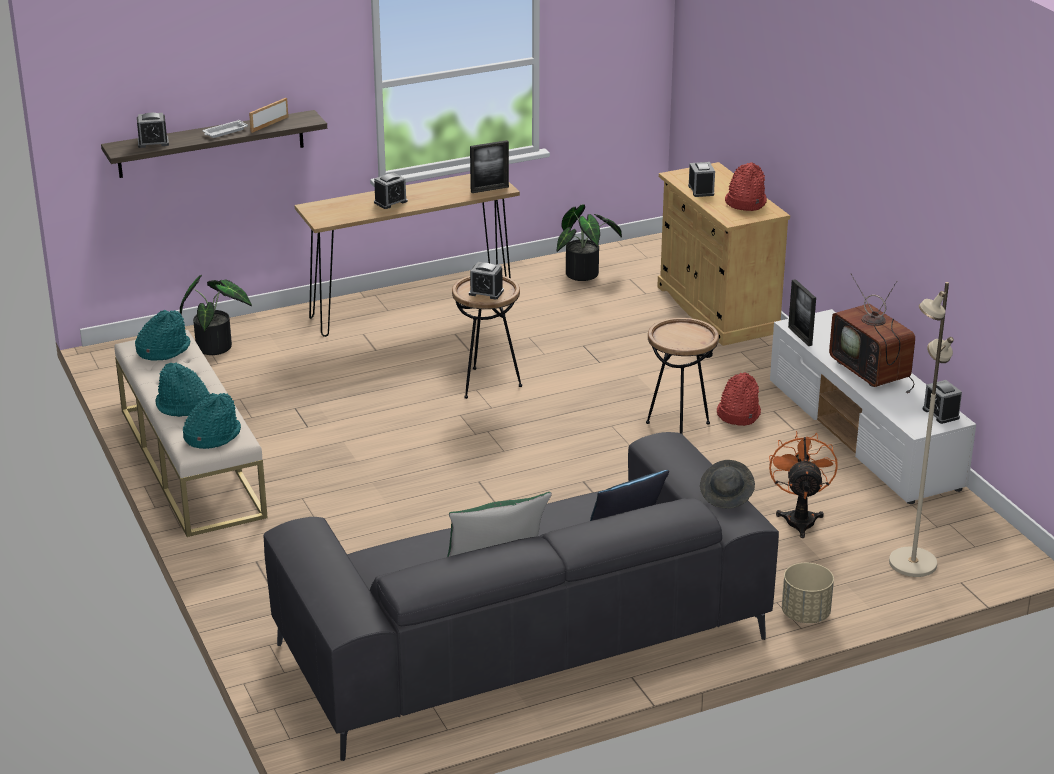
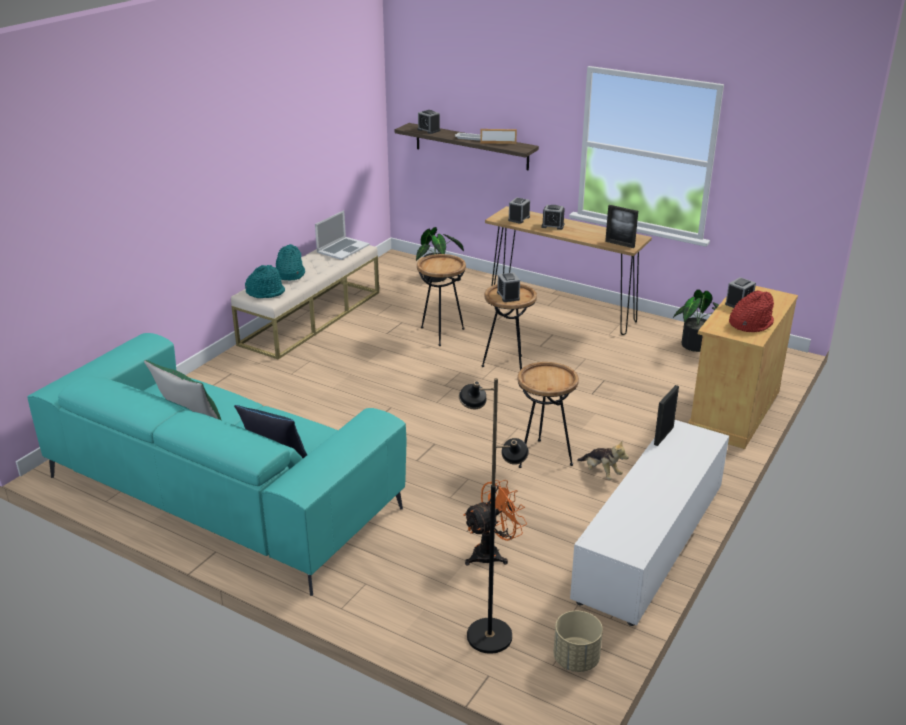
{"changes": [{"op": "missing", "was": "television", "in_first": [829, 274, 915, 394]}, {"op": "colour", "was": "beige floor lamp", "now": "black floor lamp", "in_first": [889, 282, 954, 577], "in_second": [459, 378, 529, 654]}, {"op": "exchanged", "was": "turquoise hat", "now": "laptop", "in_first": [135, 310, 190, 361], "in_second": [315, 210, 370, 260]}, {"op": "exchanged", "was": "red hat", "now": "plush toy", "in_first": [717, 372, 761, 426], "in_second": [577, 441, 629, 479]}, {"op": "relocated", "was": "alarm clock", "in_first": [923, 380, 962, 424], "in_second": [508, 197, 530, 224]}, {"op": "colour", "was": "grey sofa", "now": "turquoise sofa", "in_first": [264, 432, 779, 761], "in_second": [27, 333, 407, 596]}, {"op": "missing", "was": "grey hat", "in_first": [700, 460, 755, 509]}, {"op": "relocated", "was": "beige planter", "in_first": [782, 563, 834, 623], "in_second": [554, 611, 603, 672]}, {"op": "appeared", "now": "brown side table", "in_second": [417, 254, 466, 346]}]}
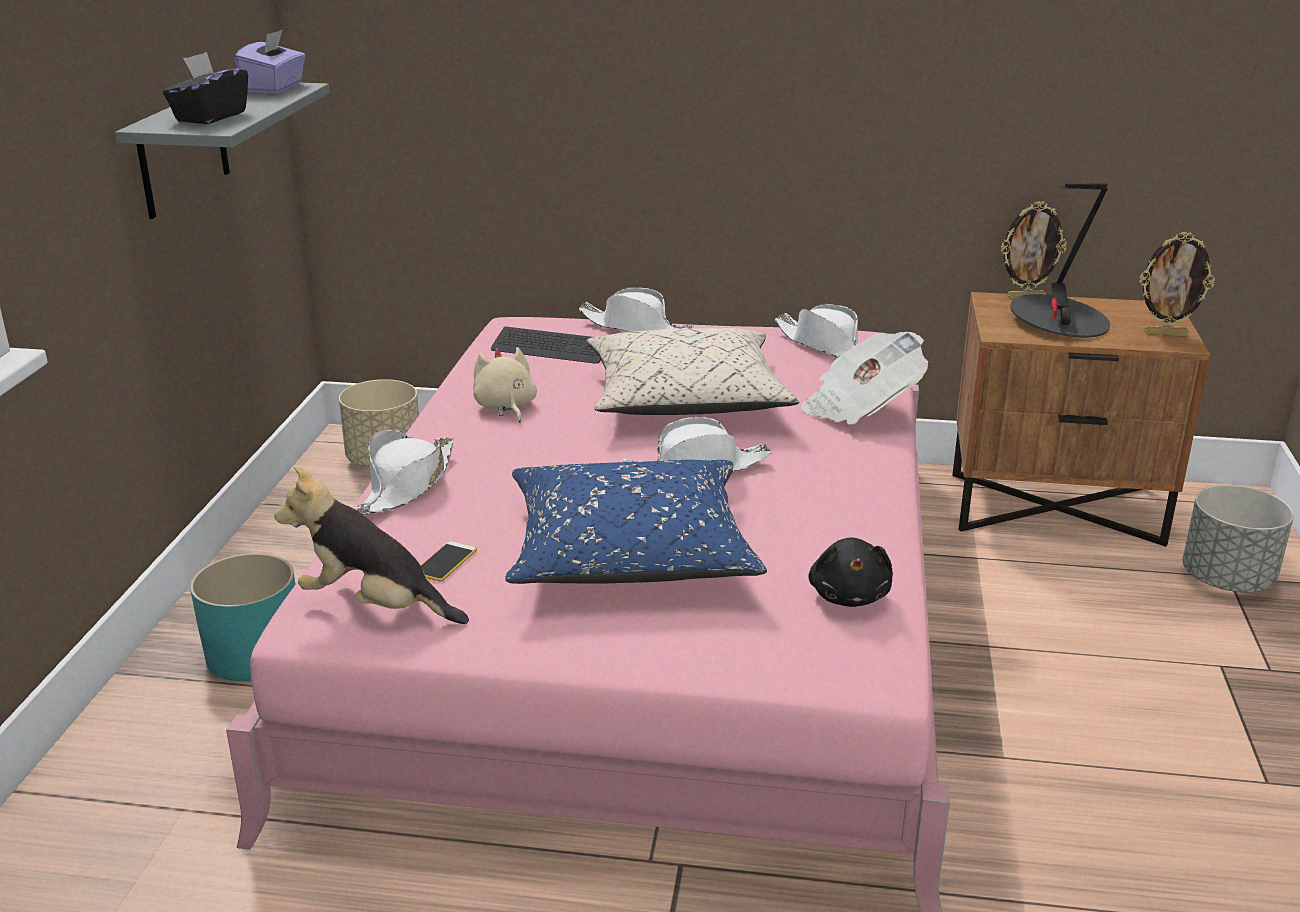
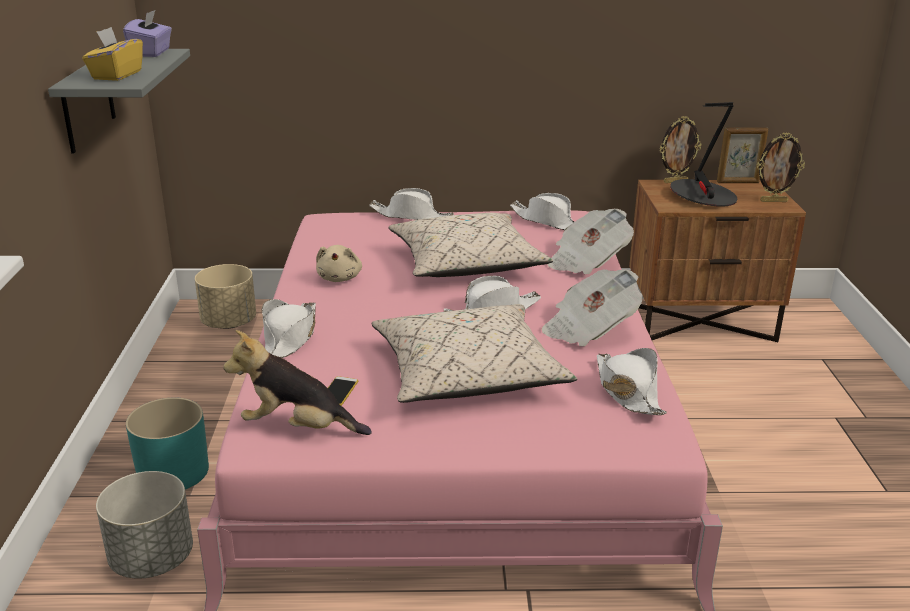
{"changes": [{"op": "colour", "was": "black tissue box", "now": "yellow tissue box", "in_first": [163, 52, 248, 124], "in_second": [82, 27, 143, 81]}, {"op": "missing", "was": "keyboard", "in_first": [491, 326, 601, 364]}, {"op": "spun", "was": "beige plush toy", "in_first": [473, 347, 537, 423], "in_second": [316, 245, 362, 282], "clockwise": -150}, {"op": "colour", "was": "blue pillow", "now": "beige pillow", "in_first": [505, 460, 767, 584], "in_second": [371, 304, 577, 403]}, {"op": "relocated", "was": "grey planter", "in_first": [1183, 485, 1294, 592], "in_second": [96, 471, 193, 579]}, {"op": "exchanged", "was": "black plush toy", "now": "white hat", "in_first": [808, 537, 893, 607], "in_second": [597, 348, 667, 415]}, {"op": "appeared", "now": "picture frame", "in_second": [717, 127, 768, 183]}, {"op": "appeared", "now": "newspaper", "in_second": [542, 269, 643, 346]}]}
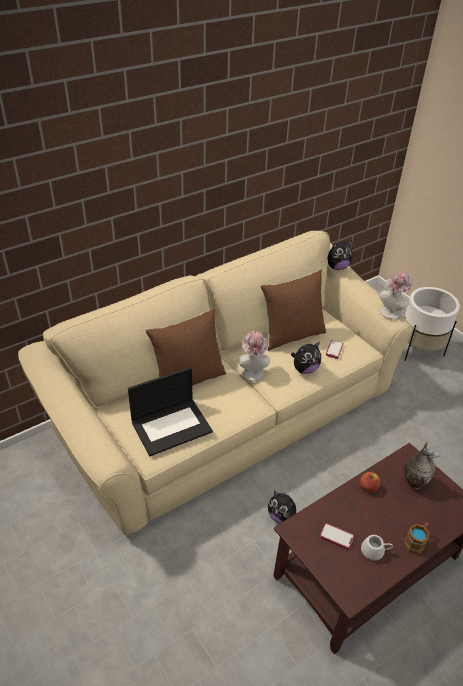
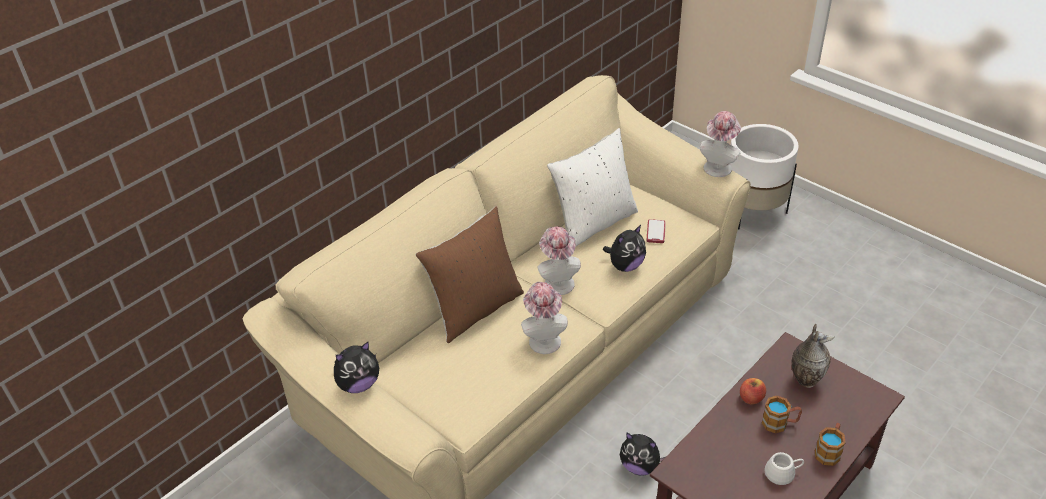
{"changes": [{"op": "relocated", "was": "plush toy", "in_first": [327, 240, 353, 270], "in_second": [334, 342, 379, 393]}, {"op": "colour", "was": "brown pillow", "now": "white pillow", "in_first": [261, 269, 326, 351], "in_second": [547, 128, 638, 247]}, {"op": "missing", "was": "laptop", "in_first": [128, 367, 213, 456]}, {"op": "missing", "was": "phone", "in_first": [320, 523, 354, 550]}, {"op": "appeared", "now": "hat", "in_second": [521, 282, 568, 354]}, {"op": "appeared", "now": "mug", "in_second": [762, 396, 802, 434]}]}
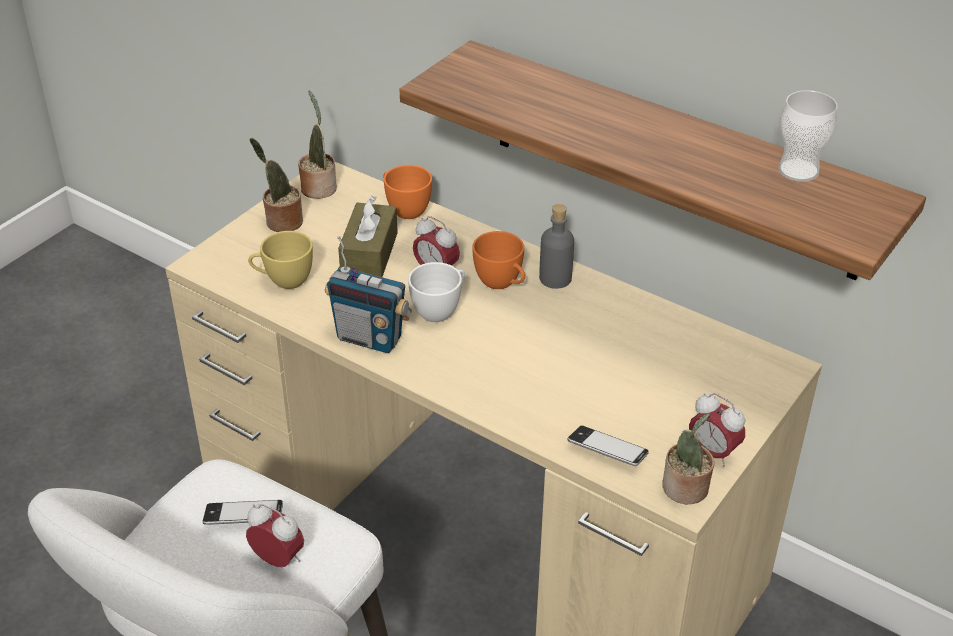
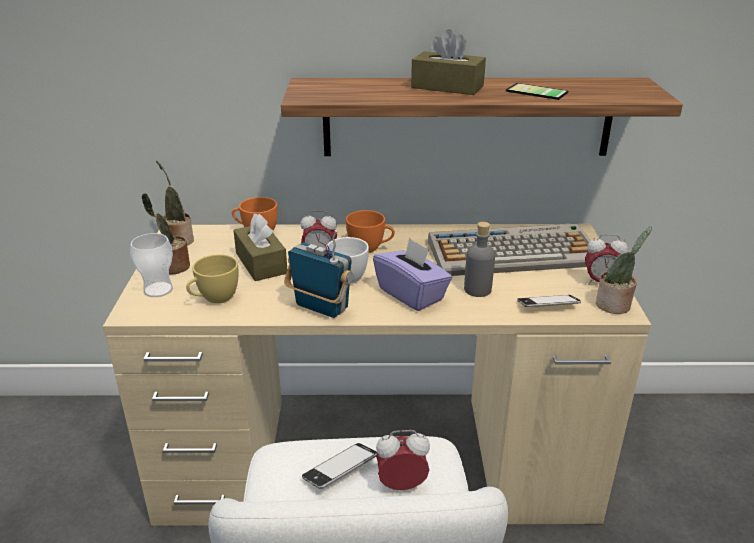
{"changes": [{"op": "relocated", "was": "cup", "in_first": [778, 90, 838, 182], "in_second": [130, 233, 173, 297]}, {"op": "relocated", "was": "grey bottle", "in_first": [539, 204, 574, 289], "in_second": [464, 222, 495, 297]}, {"op": "spun", "was": "radio", "in_first": [325, 236, 412, 353], "in_second": [284, 230, 354, 318], "clockwise": -135}, {"op": "appeared", "now": "brown tissue box", "in_second": [411, 29, 486, 95]}, {"op": "appeared", "now": "phone", "in_second": [506, 83, 568, 100]}, {"op": "appeared", "now": "keyboard", "in_second": [428, 224, 590, 276]}, {"op": "appeared", "now": "purple tissue box", "in_second": [373, 238, 452, 311]}]}
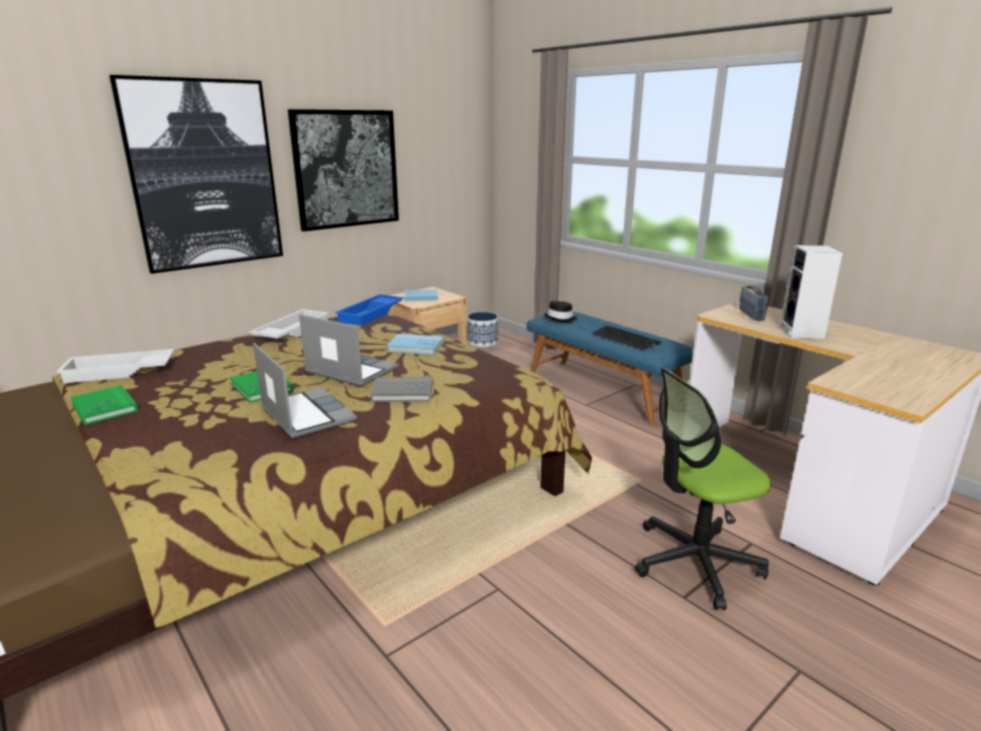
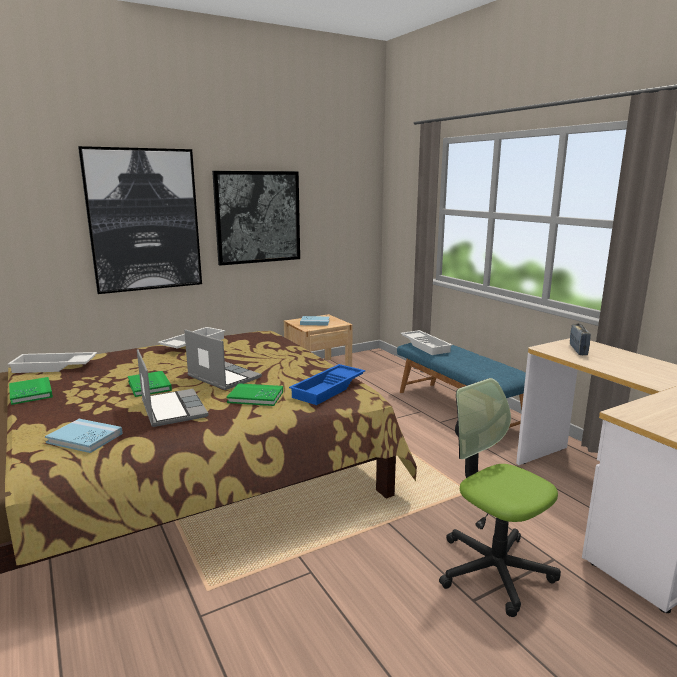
{"changes": [{"op": "missing", "was": "speaker", "in_first": [780, 245, 843, 339]}, {"op": "relocated", "was": "blue tray", "in_first": [335, 294, 404, 326], "in_second": [289, 364, 365, 405]}, {"op": "exchanged", "was": "black hat", "now": "white tray", "in_first": [545, 301, 577, 322], "in_second": [401, 330, 452, 355]}, {"op": "missing", "was": "planter", "in_first": [467, 312, 498, 347]}, {"op": "missing", "was": "keyboard", "in_first": [591, 325, 662, 350]}, {"op": "relocated", "was": "blue book", "in_first": [387, 334, 444, 355], "in_second": [45, 419, 123, 453]}, {"op": "spun", "was": "office chair", "in_first": [634, 367, 771, 610], "in_second": [439, 378, 561, 617], "clockwise": 60}, {"op": "colour", "was": "grey book", "now": "green book", "in_first": [370, 377, 433, 402], "in_second": [227, 383, 283, 406]}]}
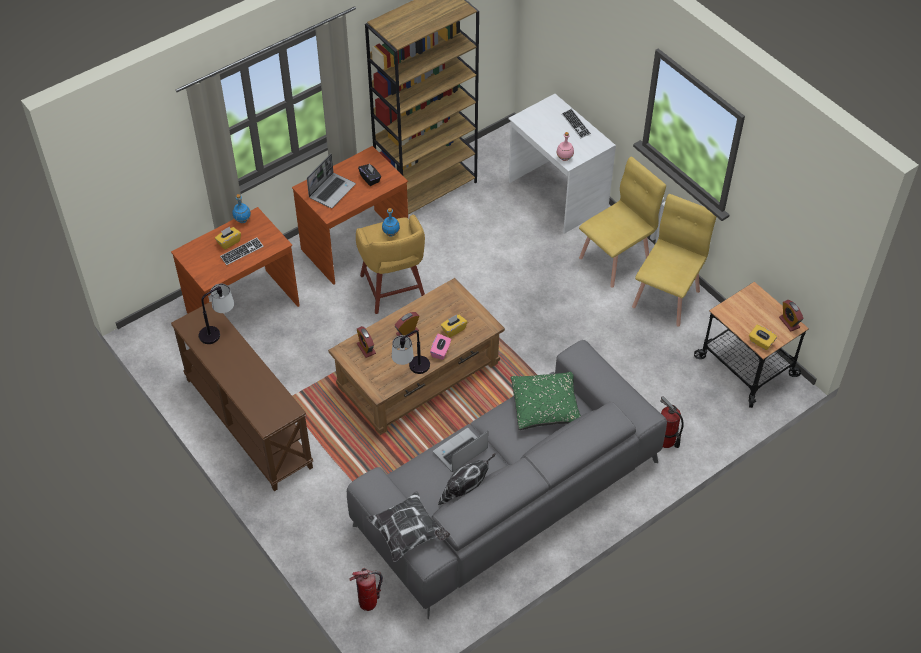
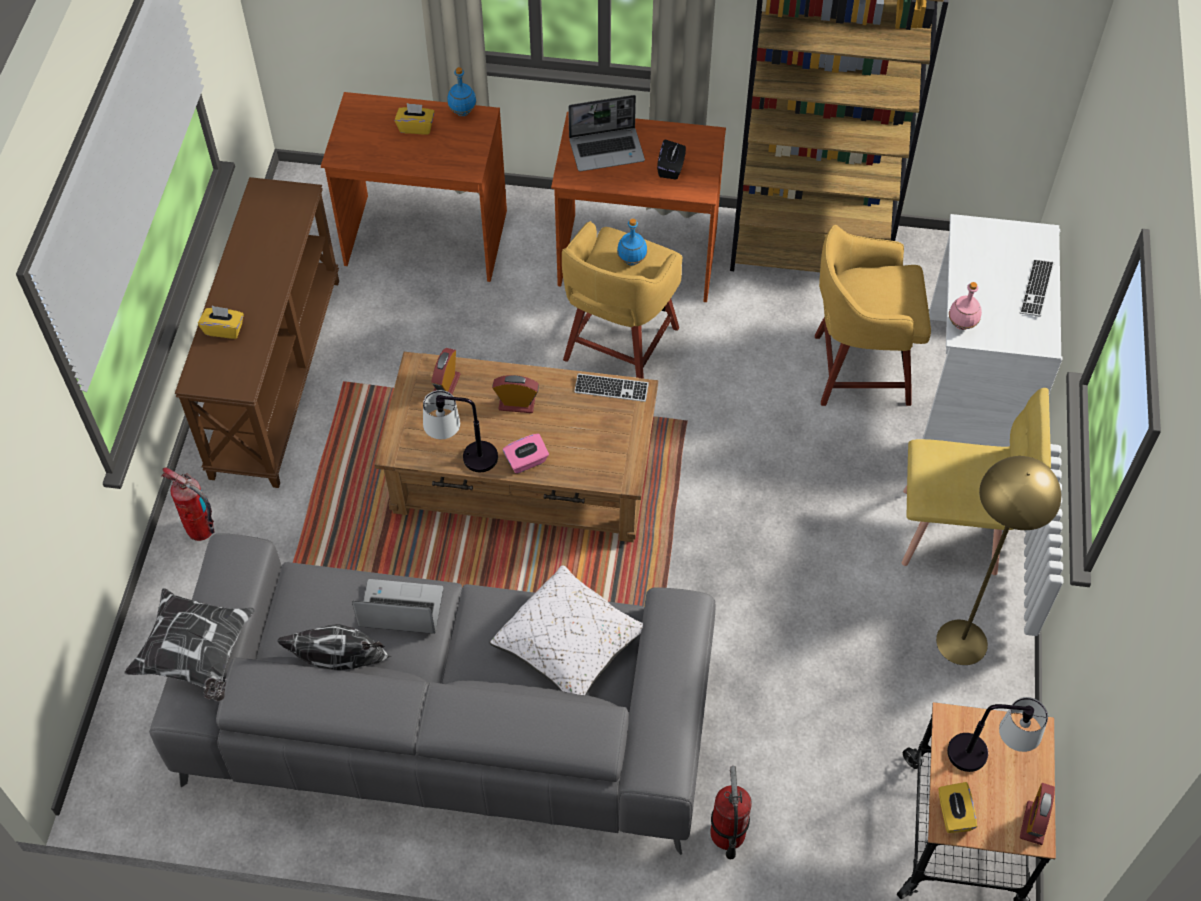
{"changes": [{"op": "exchanged", "was": "yellow chair", "now": "yellow floor lamp", "in_first": [632, 194, 716, 327], "in_second": [936, 456, 1061, 665]}, {"op": "relocated", "was": "keyboard", "in_first": [220, 238, 264, 265], "in_second": [574, 373, 649, 402]}, {"op": "relocated", "was": "table lamp", "in_first": [199, 284, 234, 344], "in_second": [947, 697, 1048, 772]}, {"op": "relocated", "was": "yellow tissue box", "in_first": [441, 315, 467, 337], "in_second": [198, 306, 244, 339]}, {"op": "colour", "was": "green pillow", "now": "white pillow", "in_first": [511, 372, 581, 430], "in_second": [489, 565, 643, 695]}, {"op": "relocated", "was": "fire extinguisher", "in_first": [349, 568, 383, 611], "in_second": [162, 467, 215, 541]}, {"op": "appeared", "now": "yellow stool", "in_second": [815, 225, 931, 406]}]}
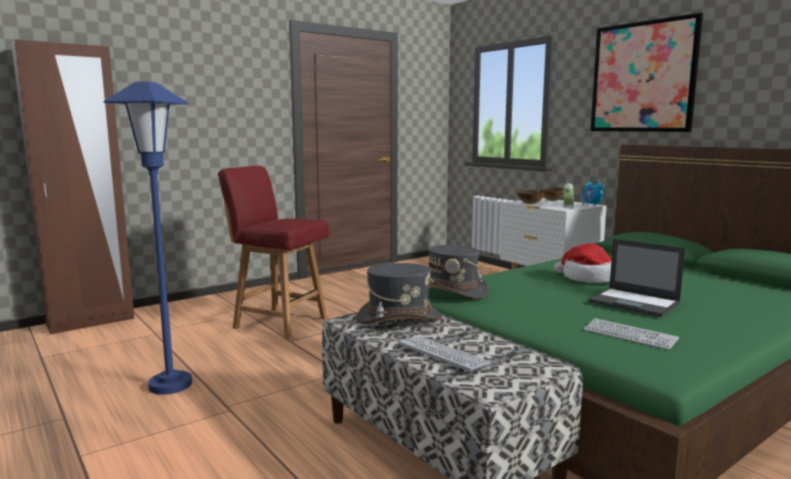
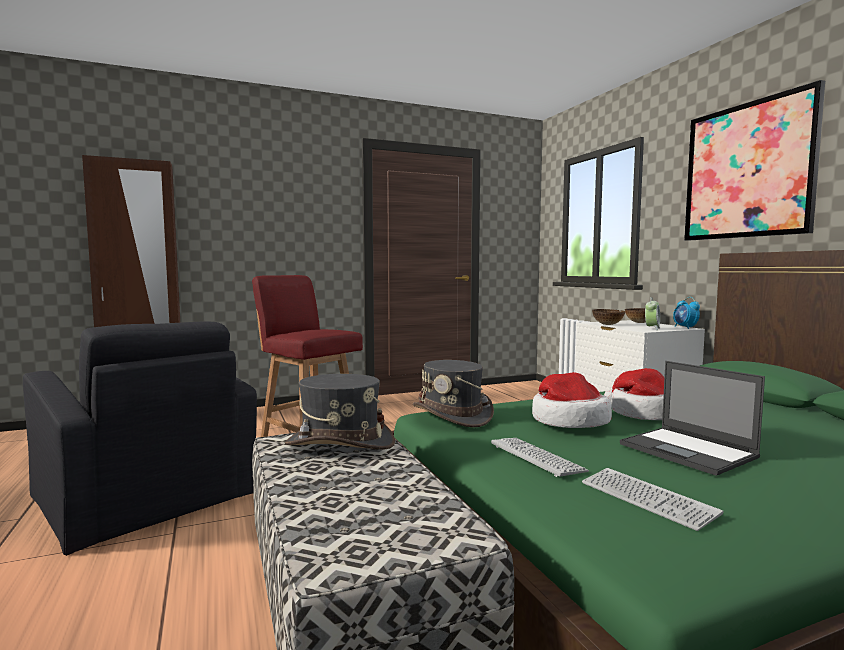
{"changes": [{"op": "exchanged", "was": "blue floor lamp", "now": "black armchair", "in_first": [103, 81, 192, 395], "in_second": [23, 322, 257, 556]}, {"op": "relocated", "was": "keyboard", "in_first": [398, 336, 492, 372], "in_second": [491, 438, 589, 477]}, {"op": "appeared", "now": "hat", "in_second": [532, 372, 612, 428]}]}
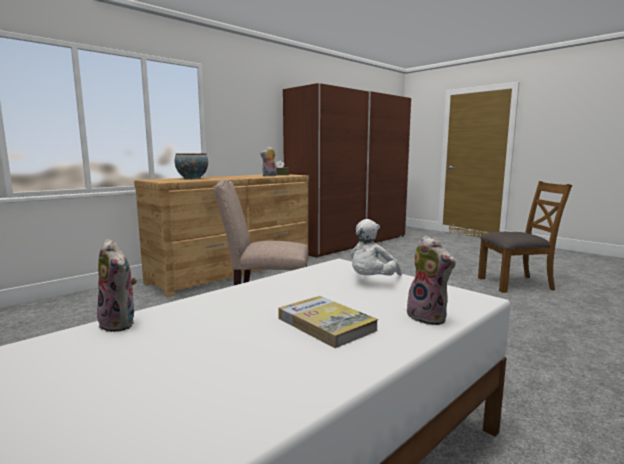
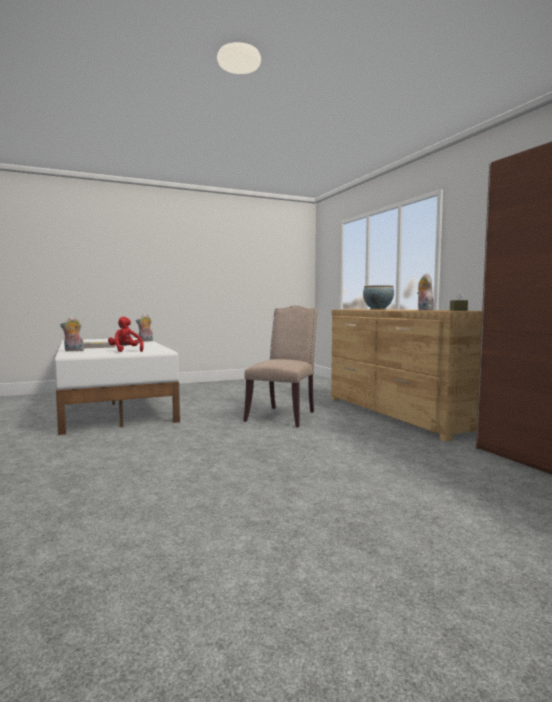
{"changes": [{"op": "missing", "was": "brown chair", "in_first": [478, 181, 572, 293]}, {"op": "colour", "was": "white plush toy", "now": "red plush toy", "in_first": [351, 219, 402, 276], "in_second": [108, 316, 144, 352]}]}
